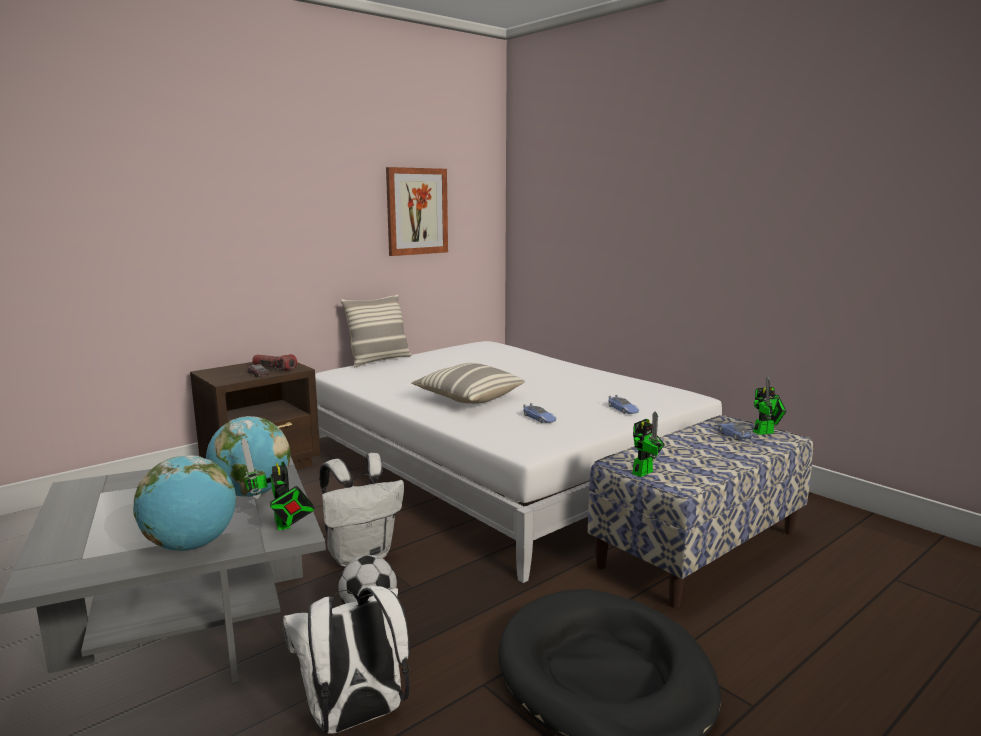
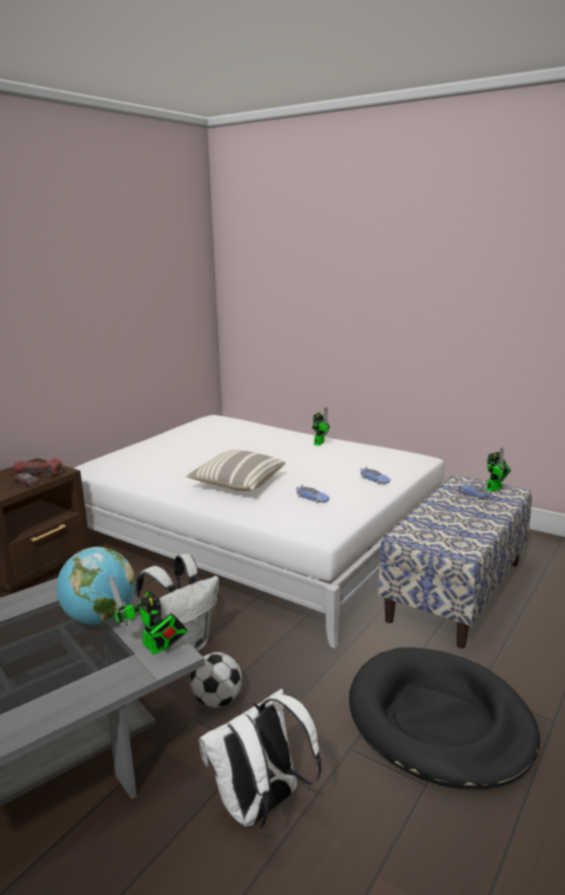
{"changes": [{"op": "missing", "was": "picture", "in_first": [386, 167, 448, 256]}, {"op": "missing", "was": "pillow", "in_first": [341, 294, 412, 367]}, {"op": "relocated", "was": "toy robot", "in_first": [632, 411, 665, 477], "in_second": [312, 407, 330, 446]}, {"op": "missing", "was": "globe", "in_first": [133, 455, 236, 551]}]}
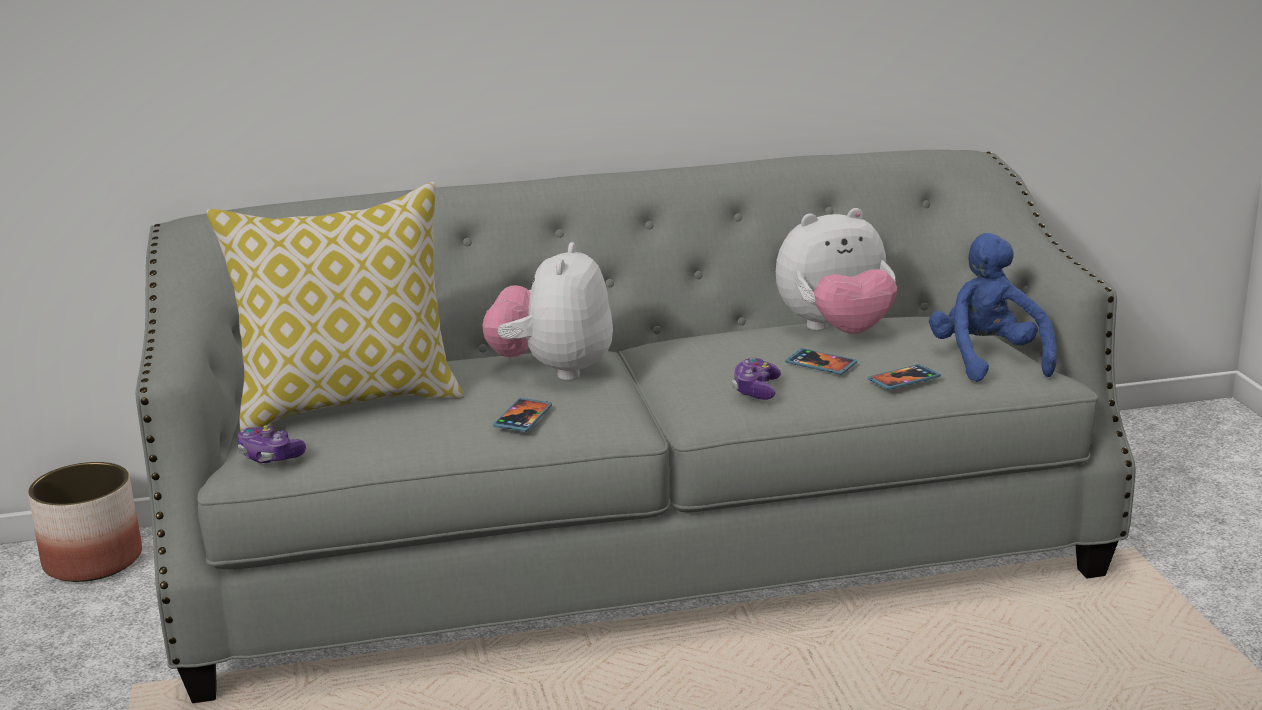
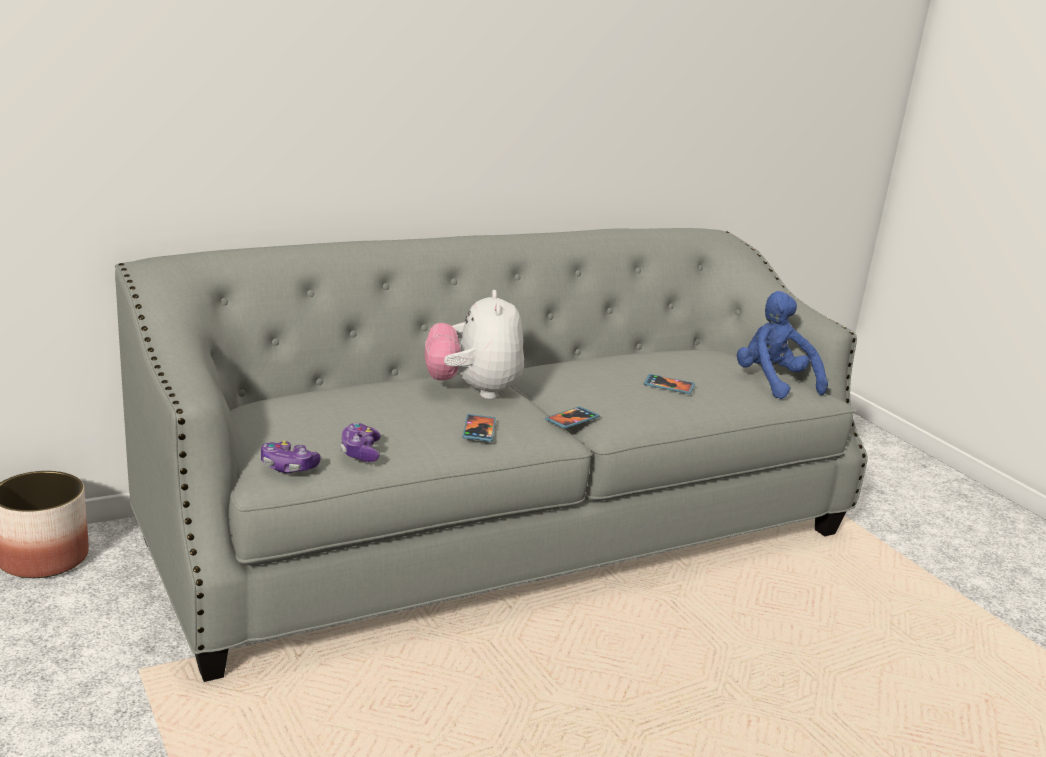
{"changes": [{"op": "missing", "was": "pillow", "in_first": [206, 182, 464, 431]}, {"op": "missing", "was": "plush toy", "in_first": [776, 208, 897, 334]}, {"op": "relocated", "was": "game controller", "in_first": [732, 357, 781, 400], "in_second": [341, 423, 381, 462]}, {"op": "relocated", "was": "phone", "in_first": [868, 364, 941, 390], "in_second": [545, 406, 600, 429]}]}
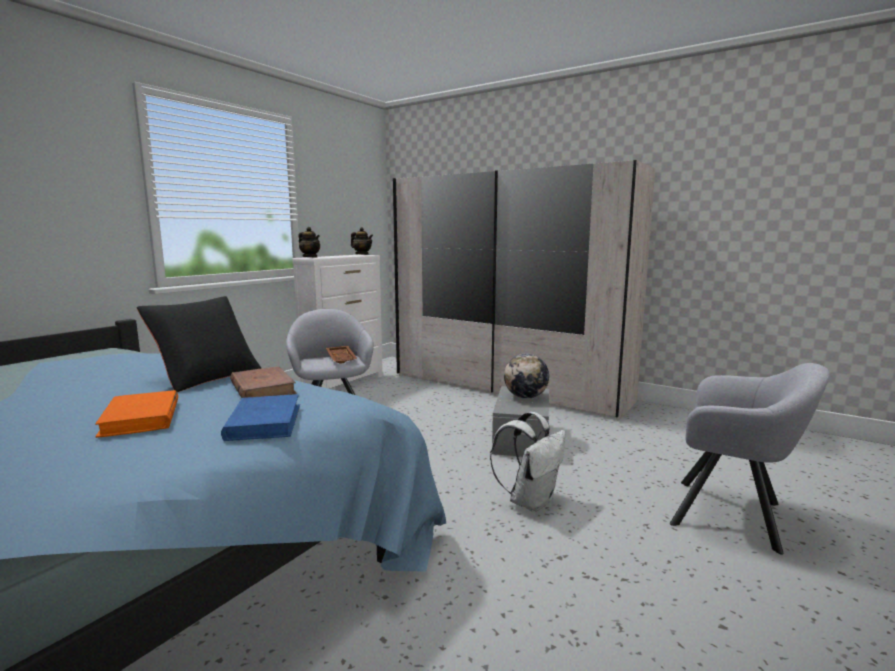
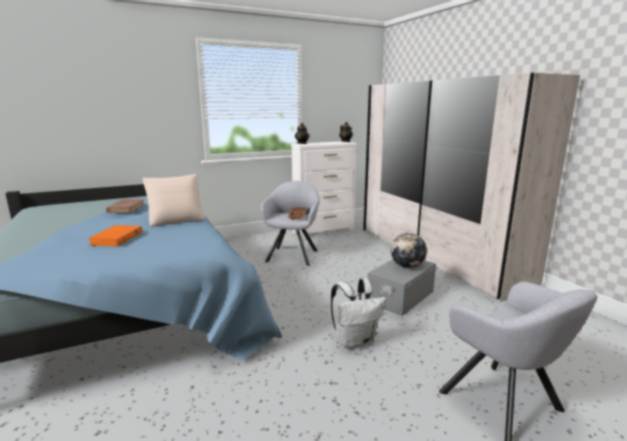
{"changes": [{"op": "colour", "was": "black pillow", "now": "beige pillow", "in_first": [137, 296, 261, 392], "in_second": [142, 174, 206, 227]}, {"op": "relocated", "was": "brown book", "in_first": [230, 367, 297, 398], "in_second": [106, 199, 144, 213]}, {"op": "missing", "was": "blue book", "in_first": [221, 395, 300, 441]}]}
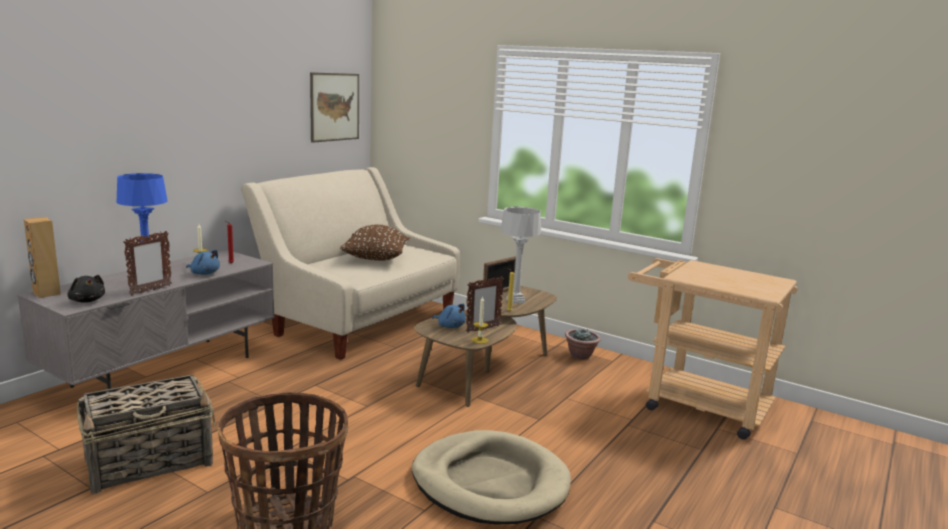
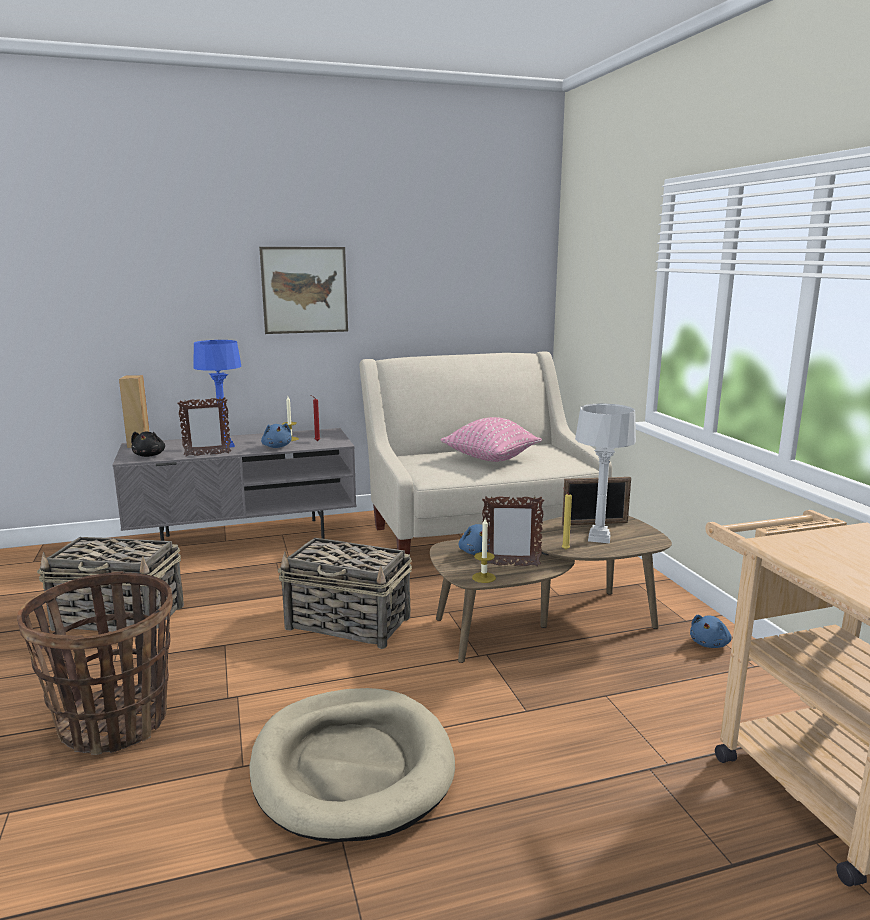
{"changes": [{"op": "relocated", "was": "picture", "in_first": [310, 72, 359, 143], "in_second": [259, 247, 348, 334]}, {"op": "colour", "was": "brown pillow", "now": "pink pillow", "in_first": [340, 225, 410, 261], "in_second": [441, 417, 542, 462]}, {"op": "exchanged", "was": "potted plant", "now": "blue plush toy", "in_first": [565, 328, 601, 359], "in_second": [690, 615, 732, 648]}, {"op": "appeared", "now": "basket", "in_second": [278, 538, 412, 649]}]}
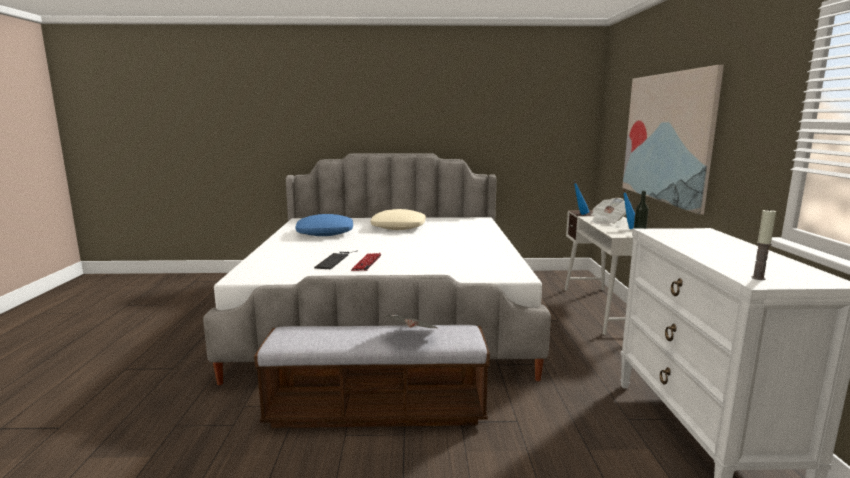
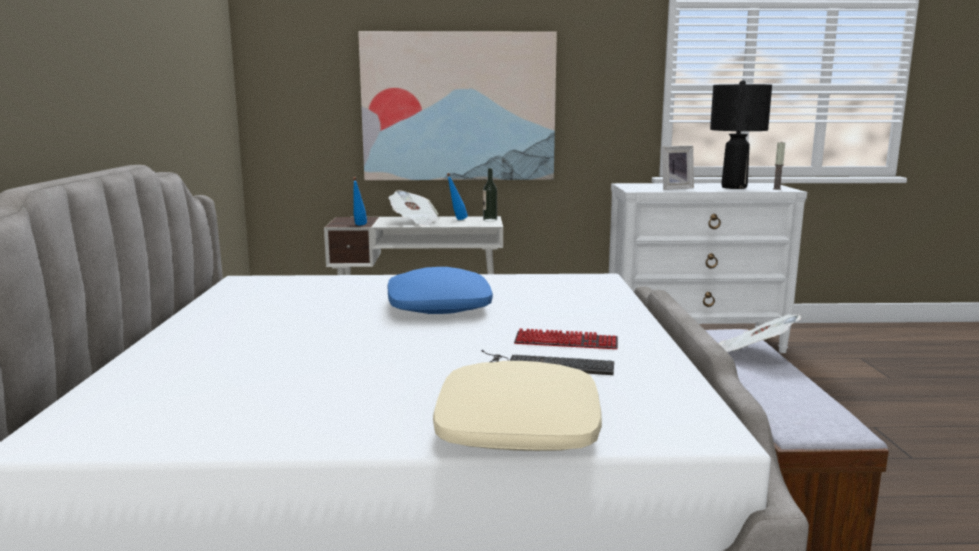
{"changes": [{"op": "relocated", "was": "beige pillow", "in_first": [371, 209, 426, 230], "in_second": [433, 361, 602, 451]}, {"op": "relocated", "was": "blue pillow", "in_first": [295, 214, 353, 236], "in_second": [388, 267, 493, 314]}, {"op": "appeared", "now": "black table lamp", "in_second": [710, 80, 772, 189]}, {"op": "appeared", "now": "picture frame", "in_second": [662, 146, 694, 190]}]}
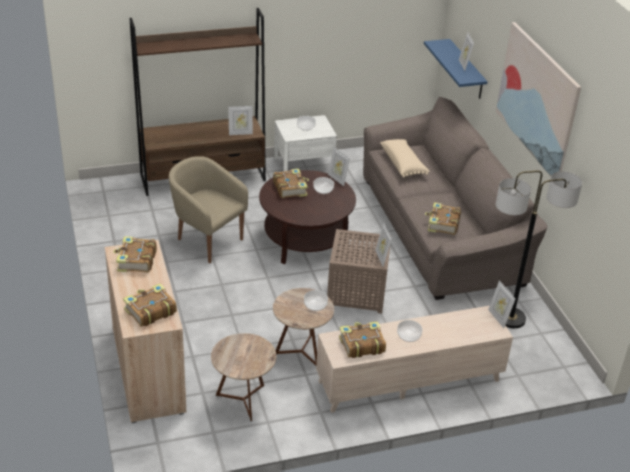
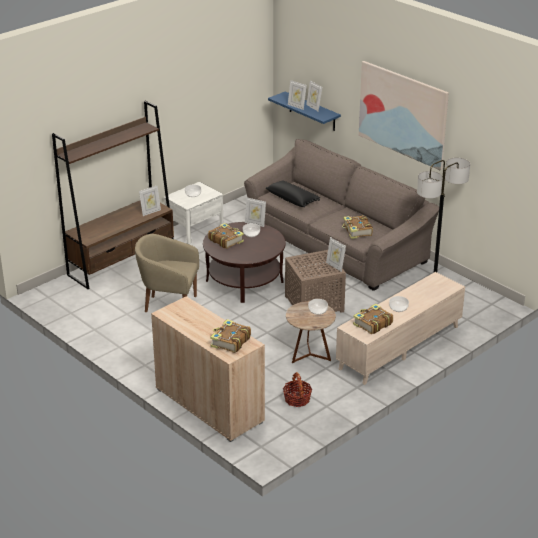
{"changes": [{"op": "colour", "was": "beige pillow", "now": "black pillow", "in_first": [380, 139, 430, 177], "in_second": [266, 180, 320, 207]}, {"op": "missing", "was": "book", "in_first": [113, 236, 157, 273]}, {"op": "relocated", "was": "picture frame", "in_first": [488, 280, 515, 328], "in_second": [288, 80, 307, 110]}, {"op": "exchanged", "was": "brown side table", "now": "basket", "in_first": [211, 333, 276, 421], "in_second": [283, 372, 312, 407]}]}
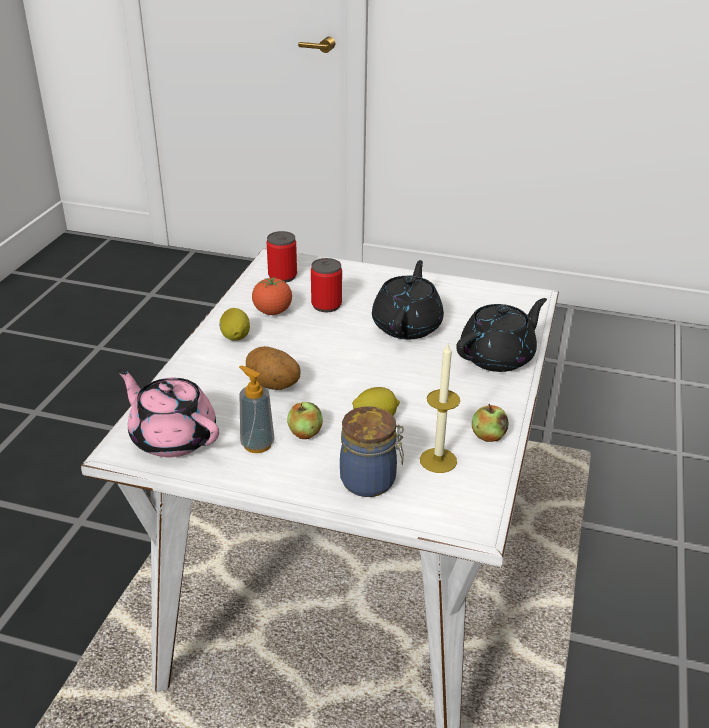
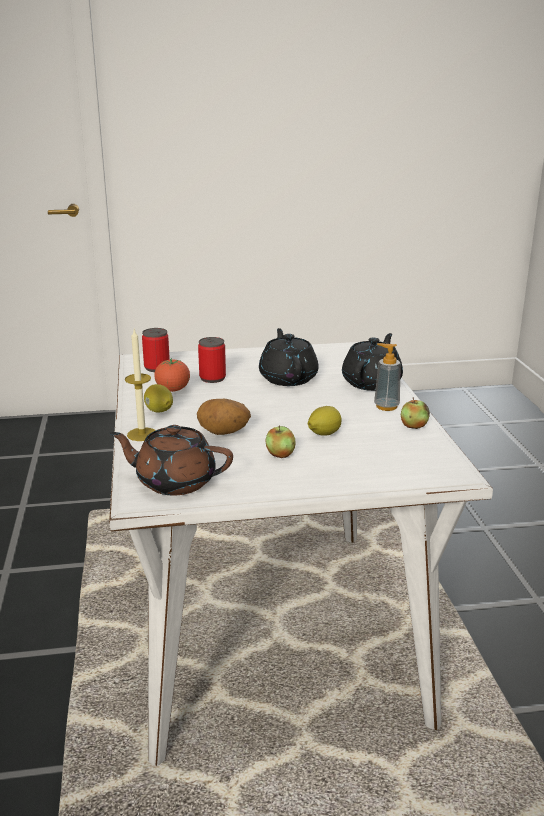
{"changes": [{"op": "relocated", "was": "candle", "in_first": [420, 344, 460, 473], "in_second": [125, 330, 156, 441]}, {"op": "relocated", "was": "soap dispenser", "in_first": [239, 366, 275, 453], "in_second": [374, 343, 401, 411]}, {"op": "colour", "was": "pink teapot", "now": "brown teapot", "in_first": [118, 369, 219, 457], "in_second": [110, 425, 233, 495]}, {"op": "missing", "was": "jar", "in_first": [340, 406, 404, 497]}]}
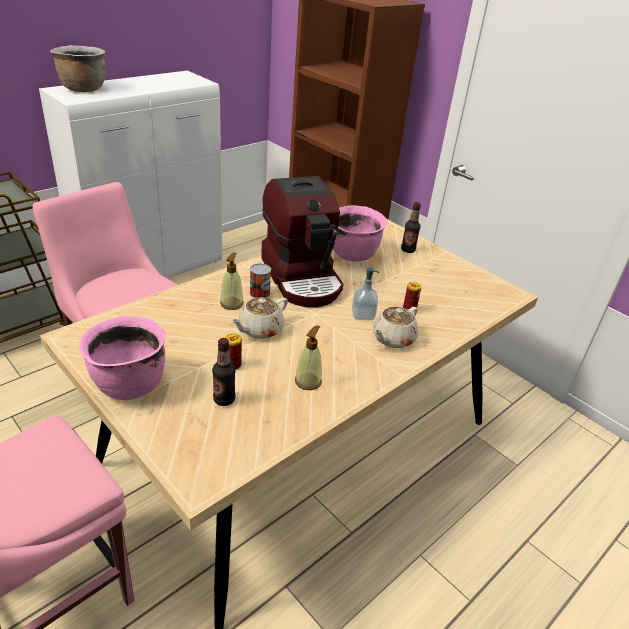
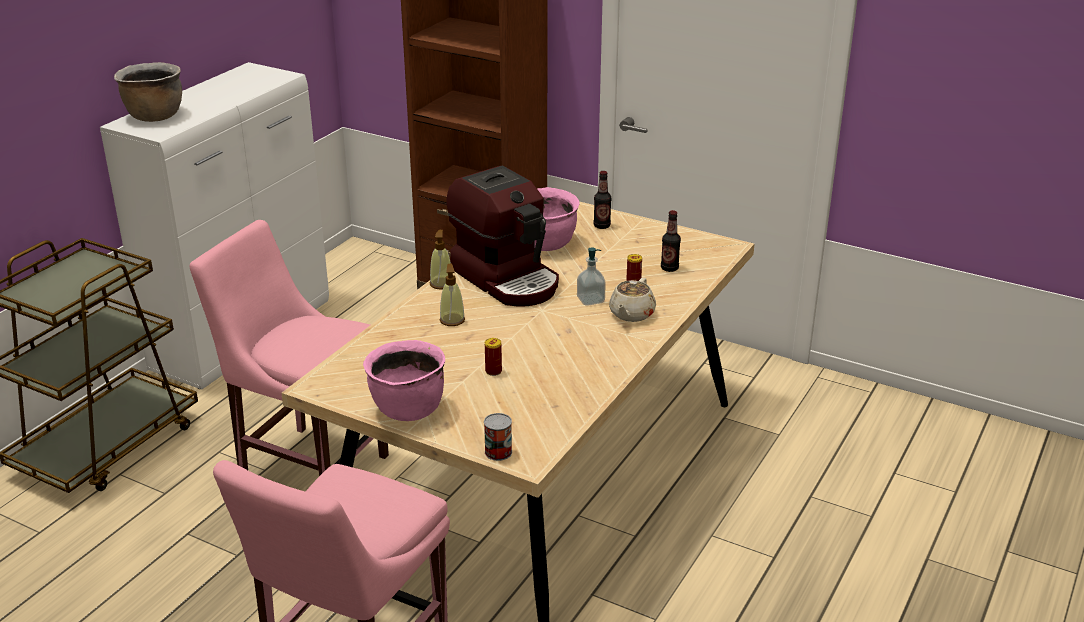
{"changes": [{"op": "relocated", "was": "can", "in_first": [250, 263, 271, 298], "in_second": [484, 413, 512, 461]}, {"op": "missing", "was": "beige teapot", "in_first": [231, 297, 288, 339]}, {"op": "relocated", "was": "soap dispenser", "in_first": [295, 325, 322, 390], "in_second": [430, 230, 451, 289]}, {"op": "relocated", "was": "bottle", "in_first": [212, 338, 236, 406], "in_second": [661, 210, 681, 272]}]}
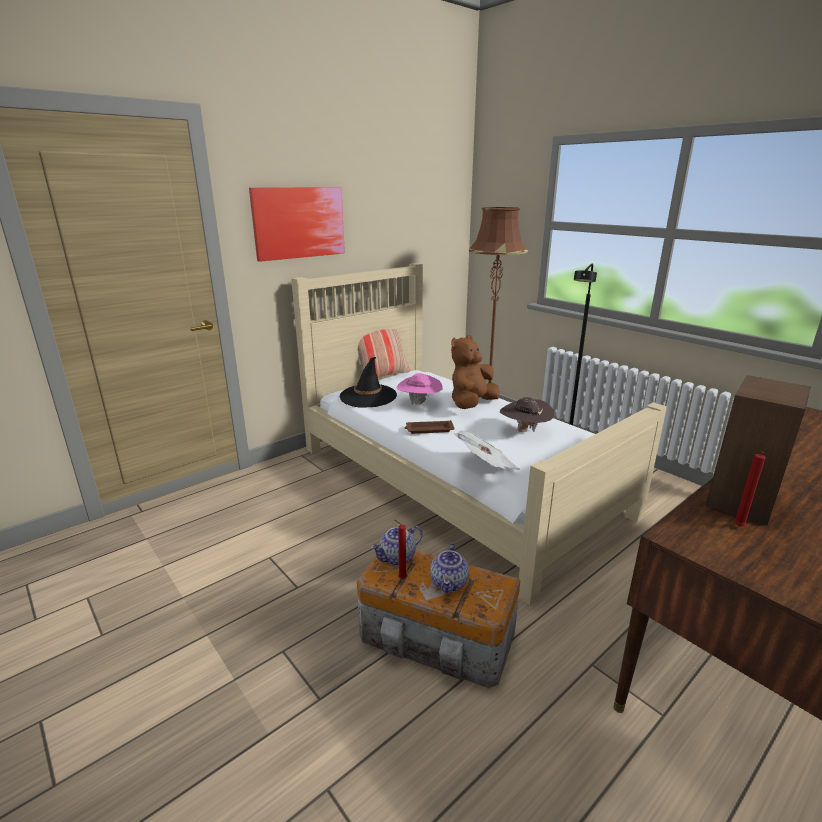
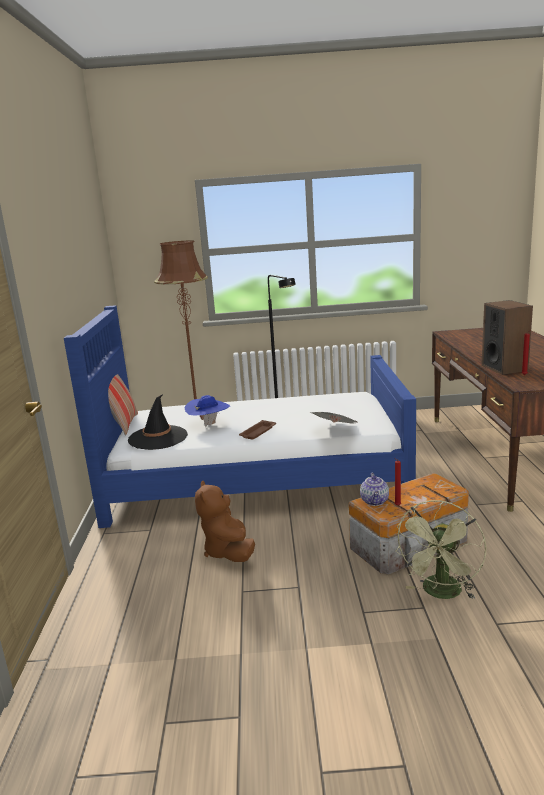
{"changes": [{"op": "missing", "was": "picture", "in_first": [249, 187, 345, 262]}, {"op": "colour", "was": "beige bed", "now": "blue bed", "in_first": [291, 263, 667, 605], "in_second": [64, 305, 416, 528]}, {"op": "relocated", "was": "brown plush toy", "in_first": [451, 335, 500, 409], "in_second": [195, 481, 255, 562]}, {"op": "colour", "was": "pink hat", "now": "blue hat", "in_first": [396, 373, 443, 405], "in_second": [184, 395, 230, 427]}, {"op": "missing", "was": "brown hat", "in_first": [499, 397, 554, 432]}, {"op": "missing", "was": "teapot", "in_first": [430, 542, 469, 594]}, {"op": "appeared", "now": "green fan", "in_second": [395, 500, 486, 599]}]}
